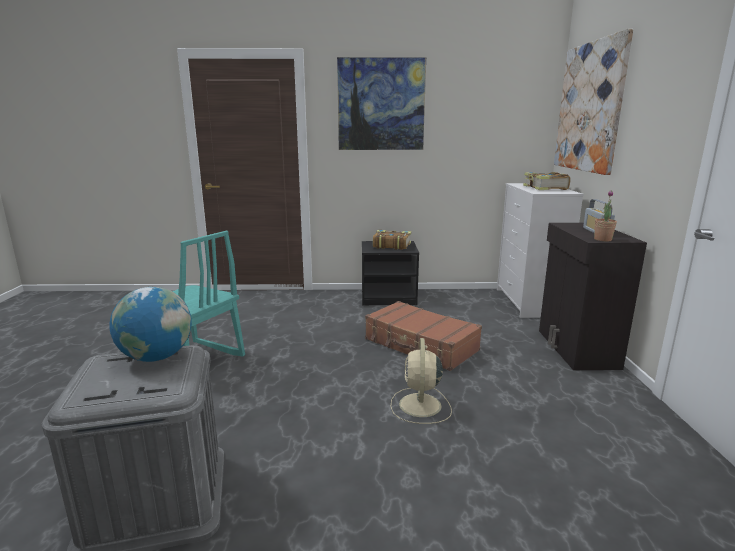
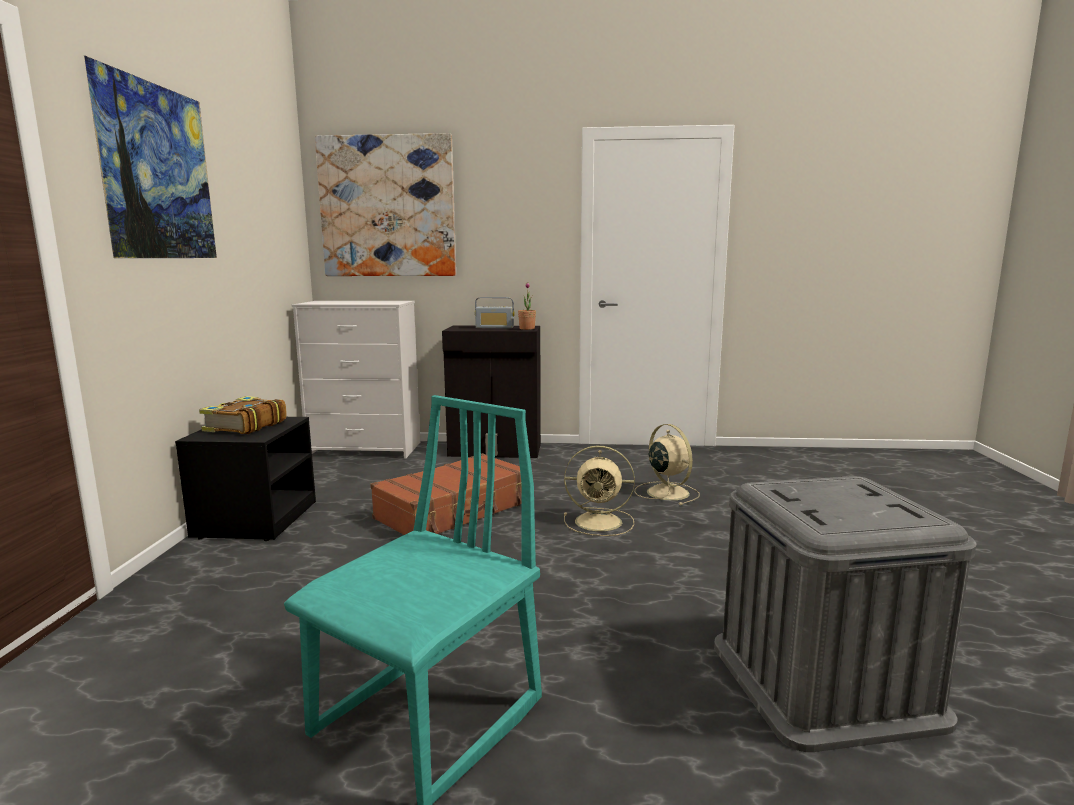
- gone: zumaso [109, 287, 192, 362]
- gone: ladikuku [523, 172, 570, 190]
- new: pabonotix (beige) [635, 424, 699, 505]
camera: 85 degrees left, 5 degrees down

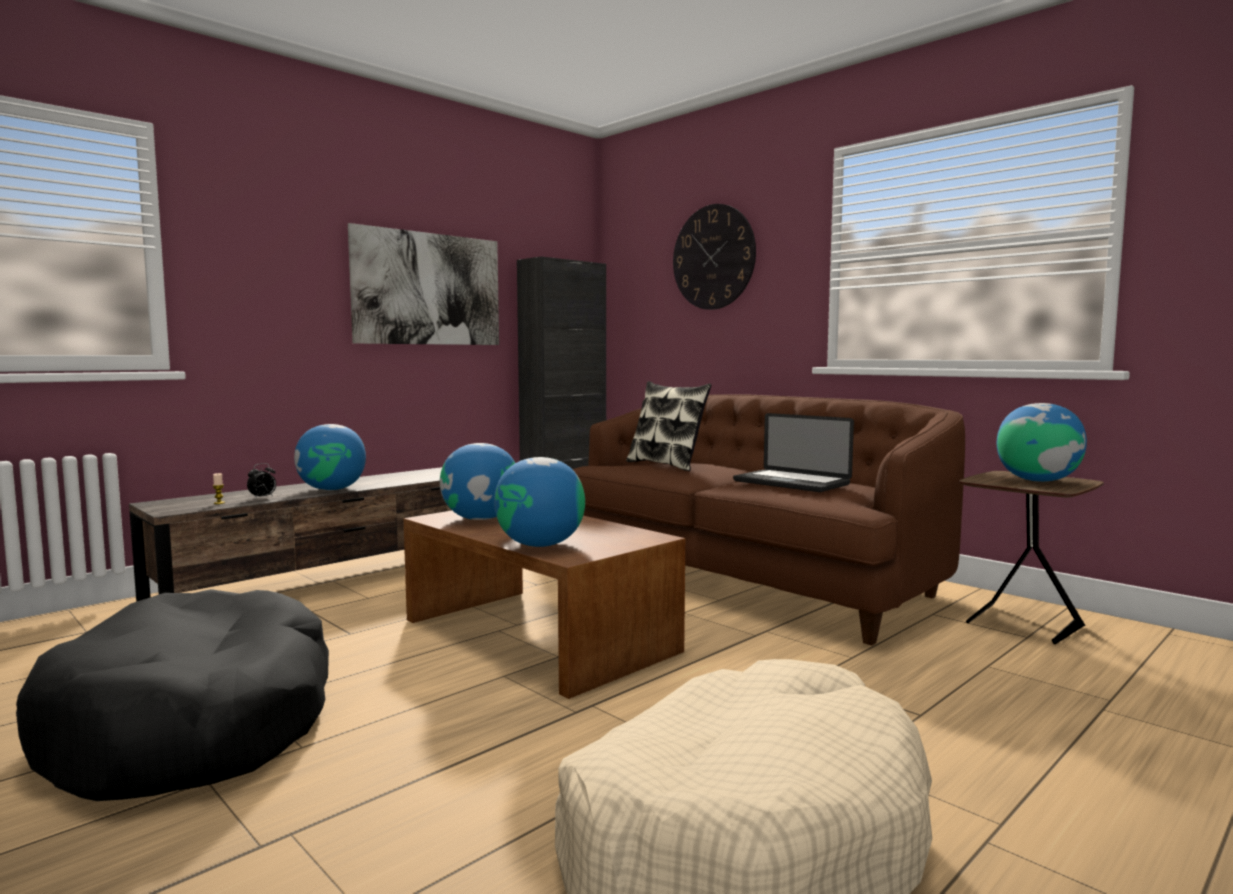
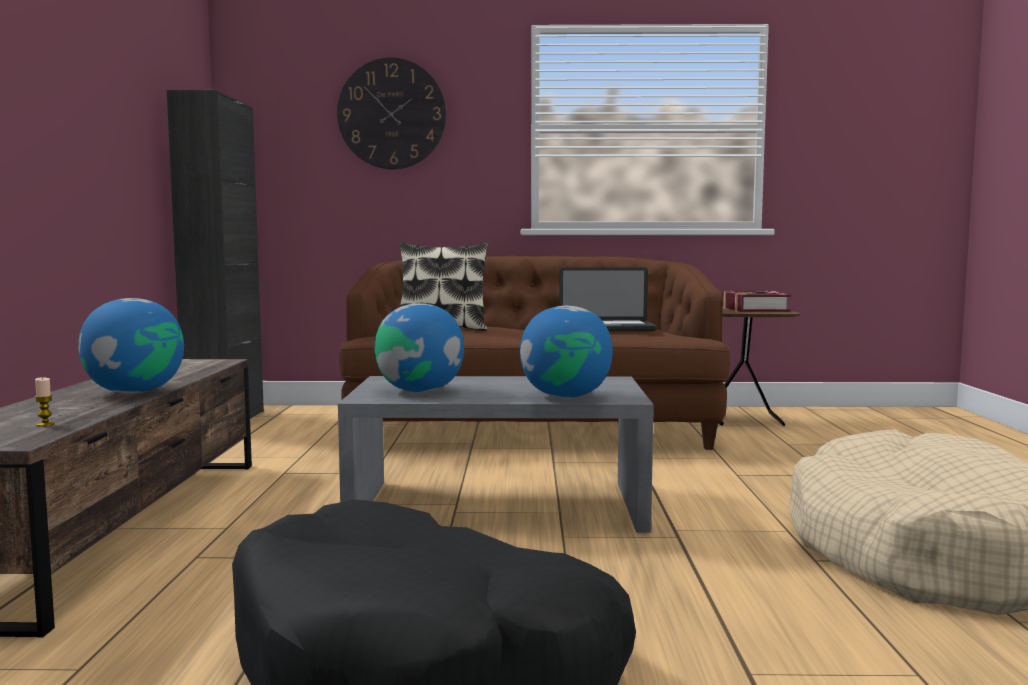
- gone: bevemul [247, 463, 276, 499]
- gone: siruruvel [348, 223, 499, 345]
- swapped: zumaso [997, 403, 1087, 482] to ladikuku [722, 290, 791, 312]
- repainted: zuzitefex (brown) [403, 511, 685, 699] to zuzitefex (grey) [338, 376, 654, 532]
camera: 45 degrees left, 0 degrees up

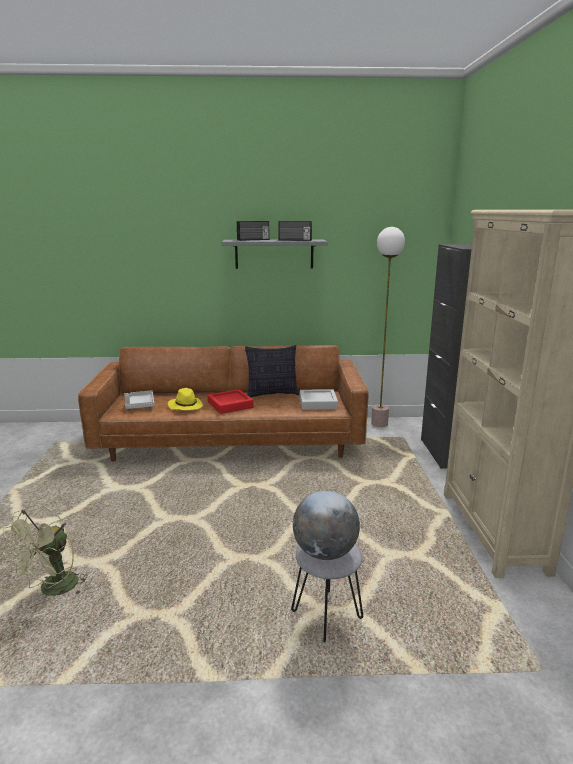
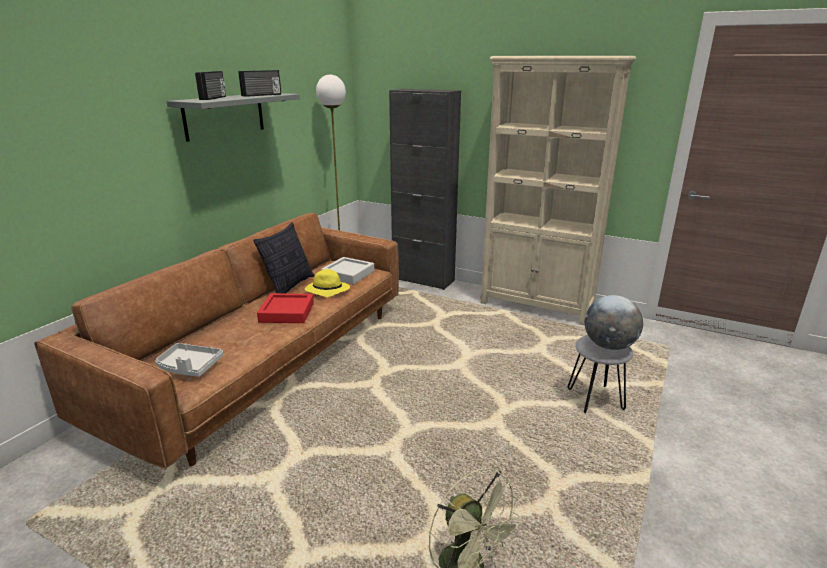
- shifted: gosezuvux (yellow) [168, 388, 203, 410] to [305, 269, 350, 297]
camera: 60 degrees left, 5 degrees up

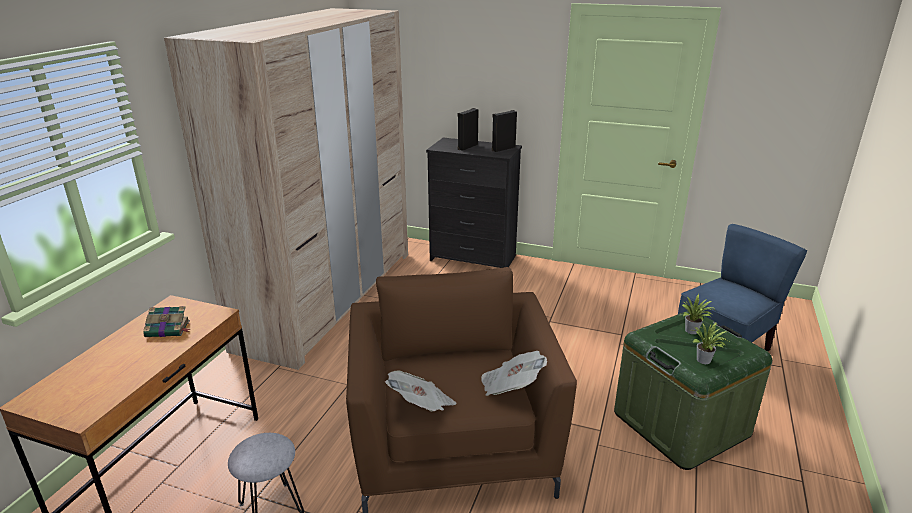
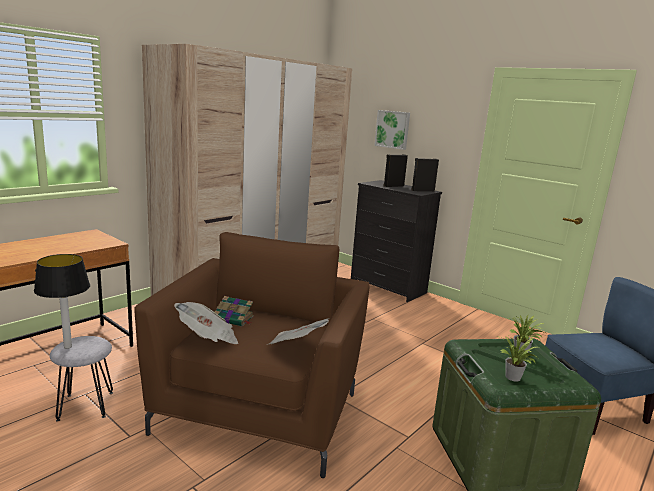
- new: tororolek [34, 254, 90, 349]
- new: siruruvel [374, 110, 410, 150]
- shifted: ladikuku [143, 306, 190, 337] to [215, 296, 254, 327]
camera: 20 degrees right, 10 degrees down

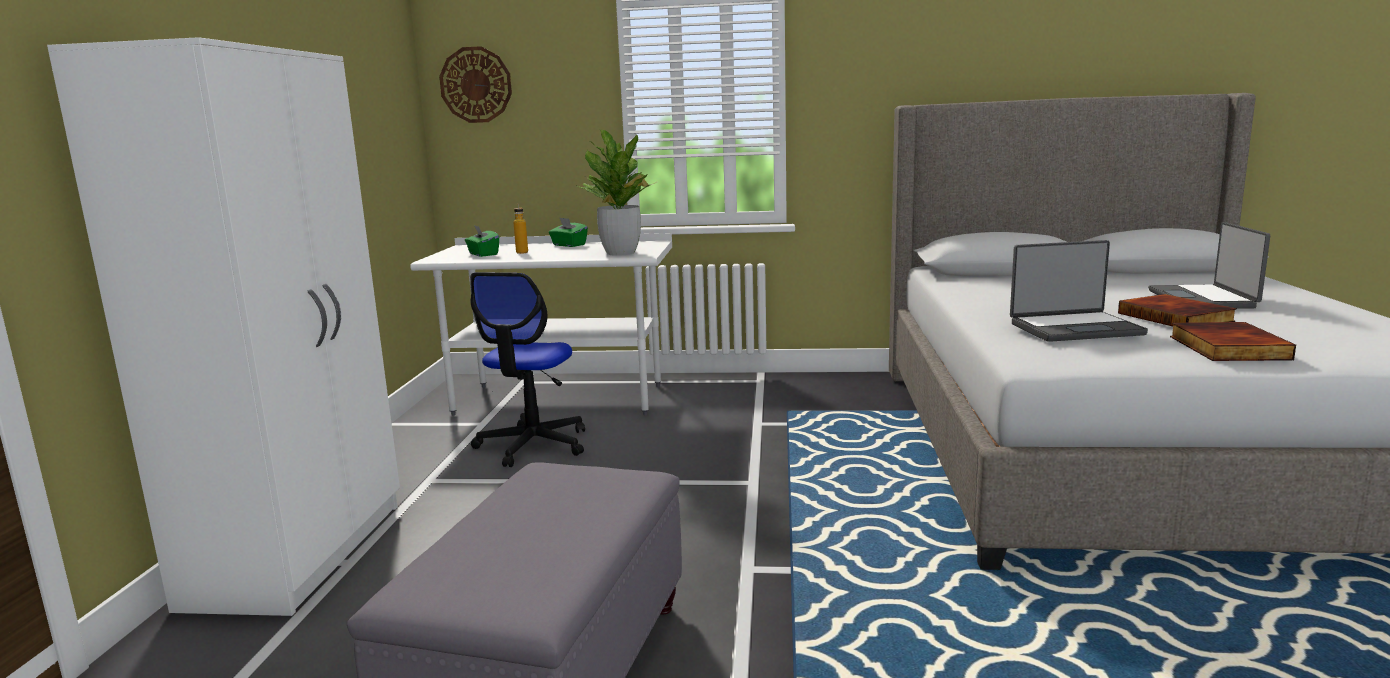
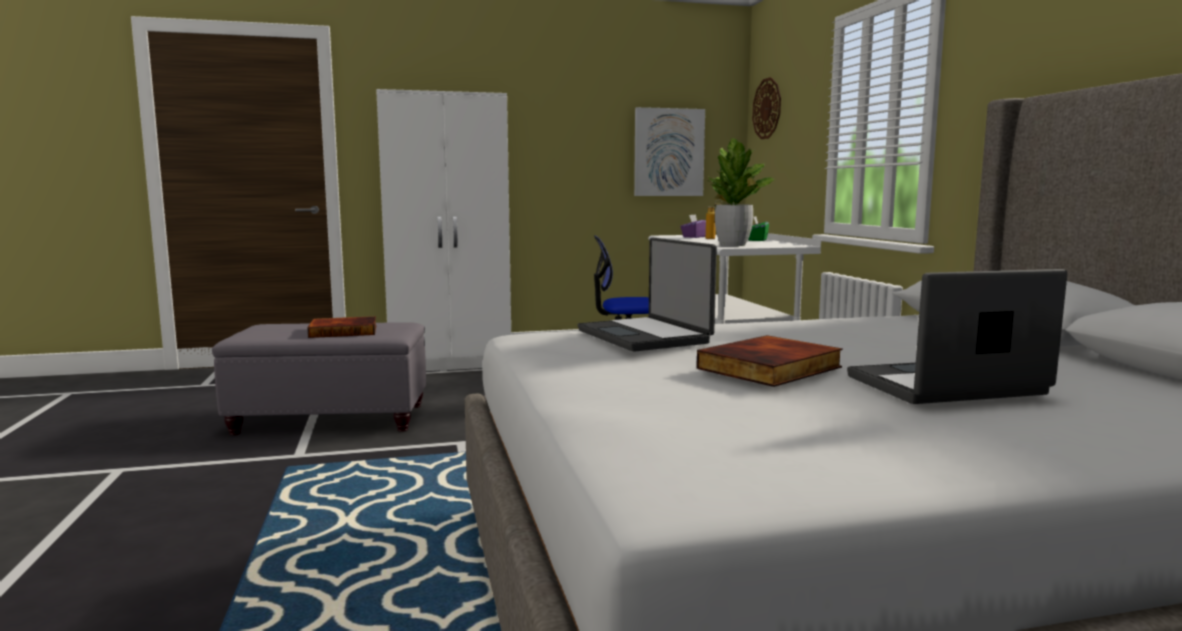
- new: siruruvel [634, 107, 705, 196]
- shifted: ladikuku [1170, 322, 1296, 361] to [307, 316, 376, 338]
- repainted: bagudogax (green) [465, 225, 499, 257] to bagudogax (purple) [680, 214, 706, 238]
camera: 70 degrees right, 5 degrees down

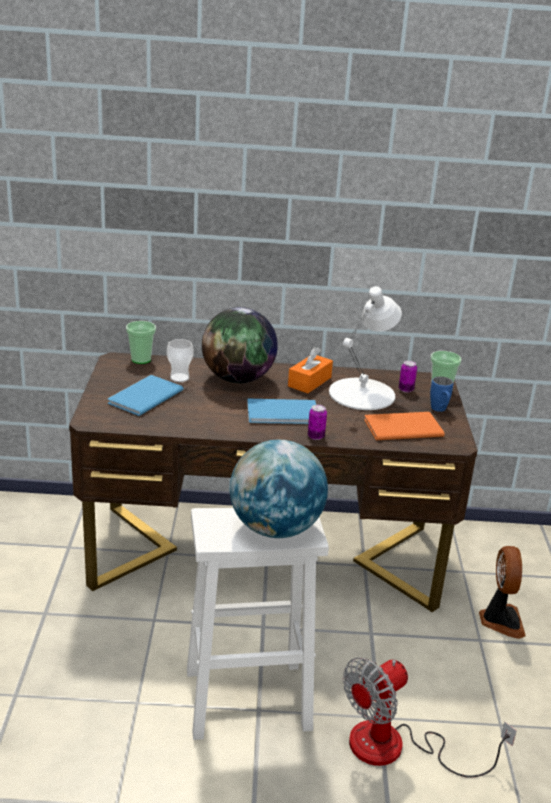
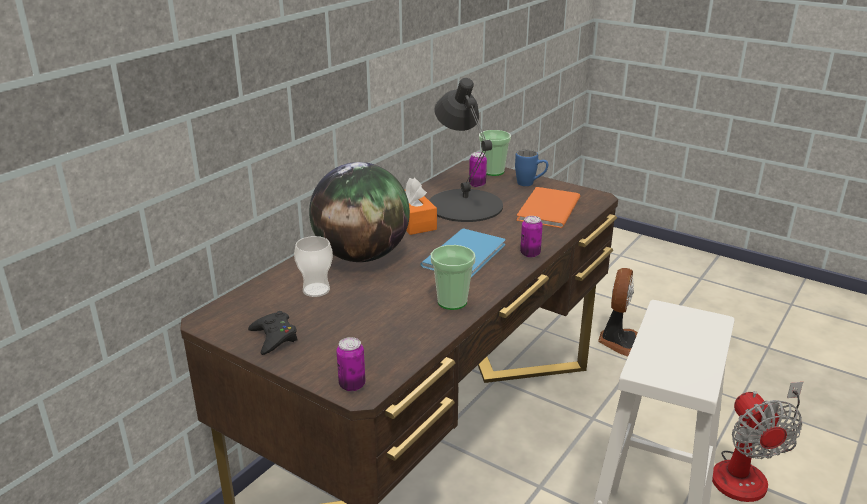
- gone: ladikuku (blue) [108, 375, 184, 416]
- gone: zumaso [230, 440, 328, 538]
- new: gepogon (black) [248, 311, 298, 355]
- new: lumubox [336, 337, 366, 391]
- shifted: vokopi [126, 321, 156, 364] to [431, 245, 475, 310]
- repainted: tororolek (white) [329, 286, 402, 410] to tororolek (black) [429, 78, 503, 222]
- rotated: pabonotix [479, 546, 526, 639] = [598, 268, 638, 356] 75 degrees clockwise
camera: 55 degrees left, 0 degrees up

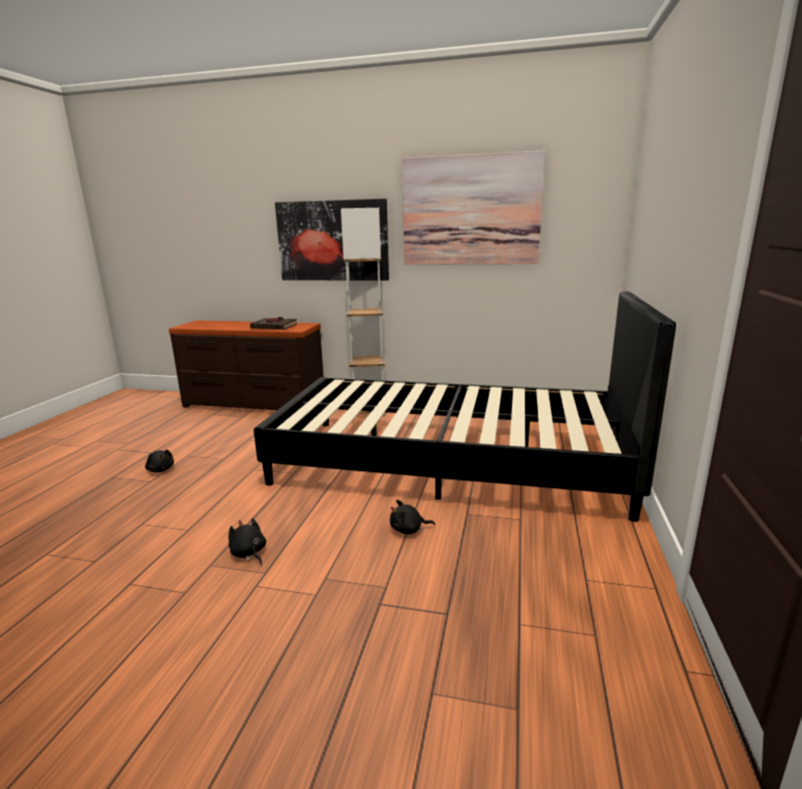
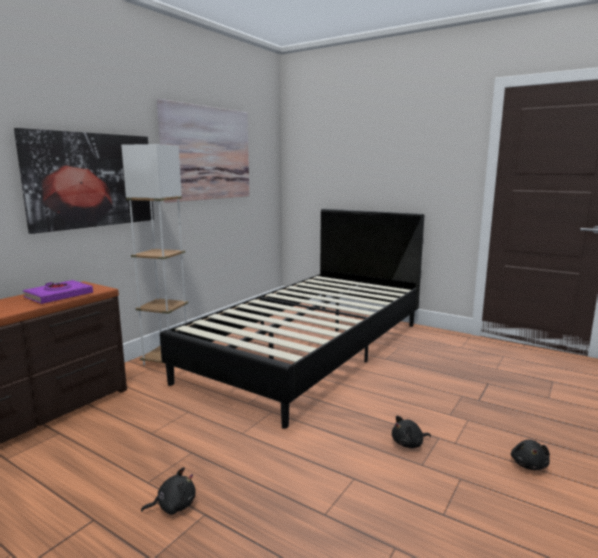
- shifted: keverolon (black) [390, 500, 435, 534] to [511, 439, 550, 470]
- repainted: ladikuku (black) [250, 317, 297, 330] to ladikuku (purple) [23, 280, 93, 304]
camera: 70 degrees left, 5 degrees down

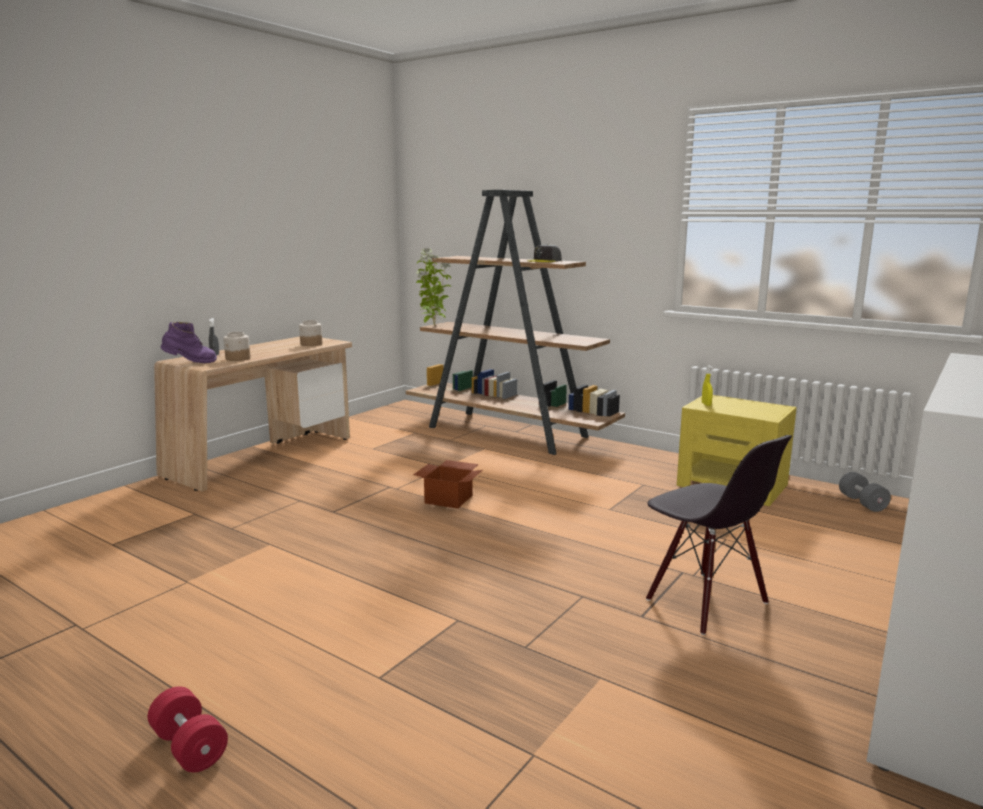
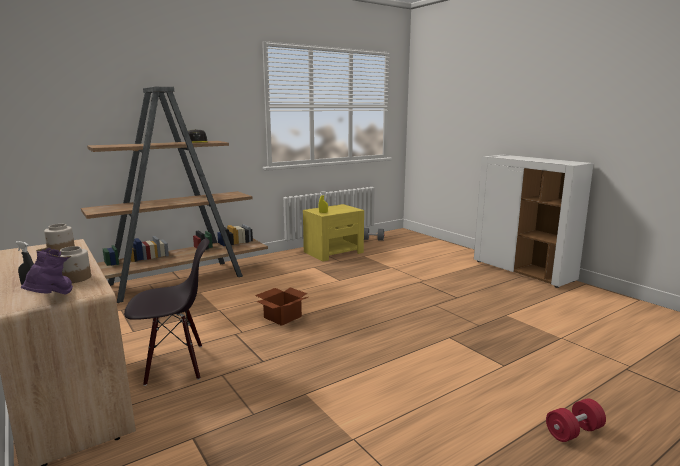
- gone: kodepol [416, 248, 452, 326]
- shifted: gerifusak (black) [646, 435, 792, 635] to [124, 239, 210, 386]
camera: 70 degrees left, 0 degrees up

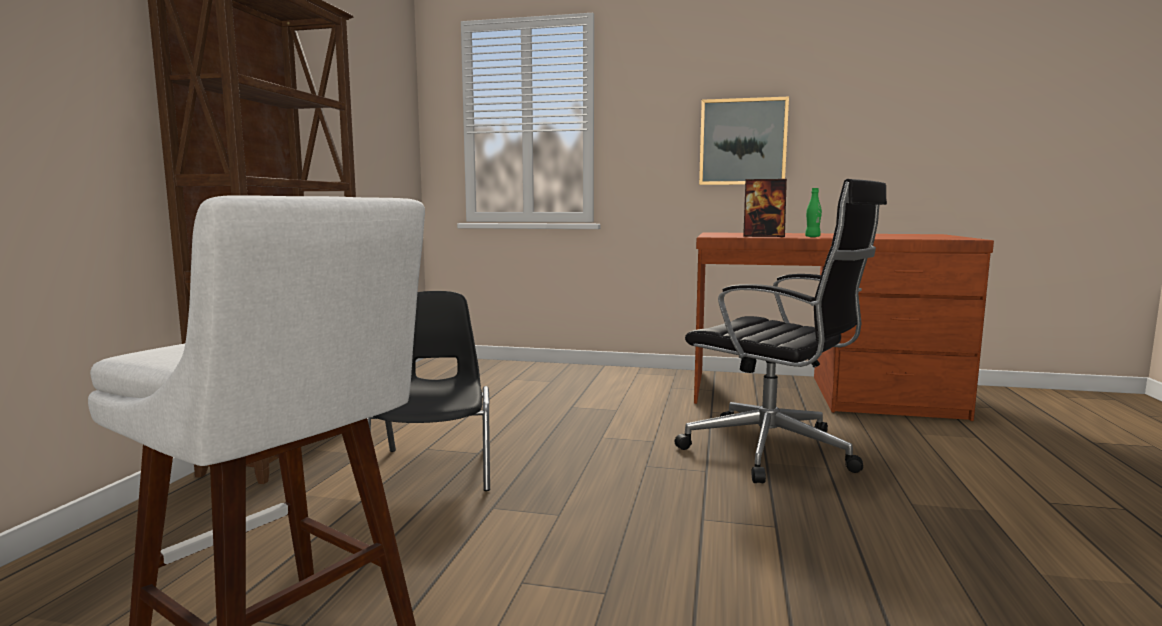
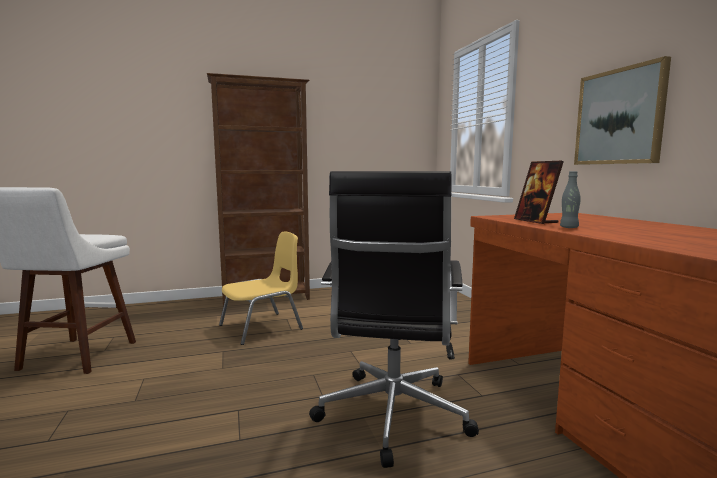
- repainted: gerifusak (black) [367, 291, 490, 491] to gerifusak (yellow) [219, 231, 303, 345]
- repainted: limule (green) [805, 188, 822, 237] to limule (grey) [560, 171, 581, 228]
camera: 60 degrees right, 0 degrees up

